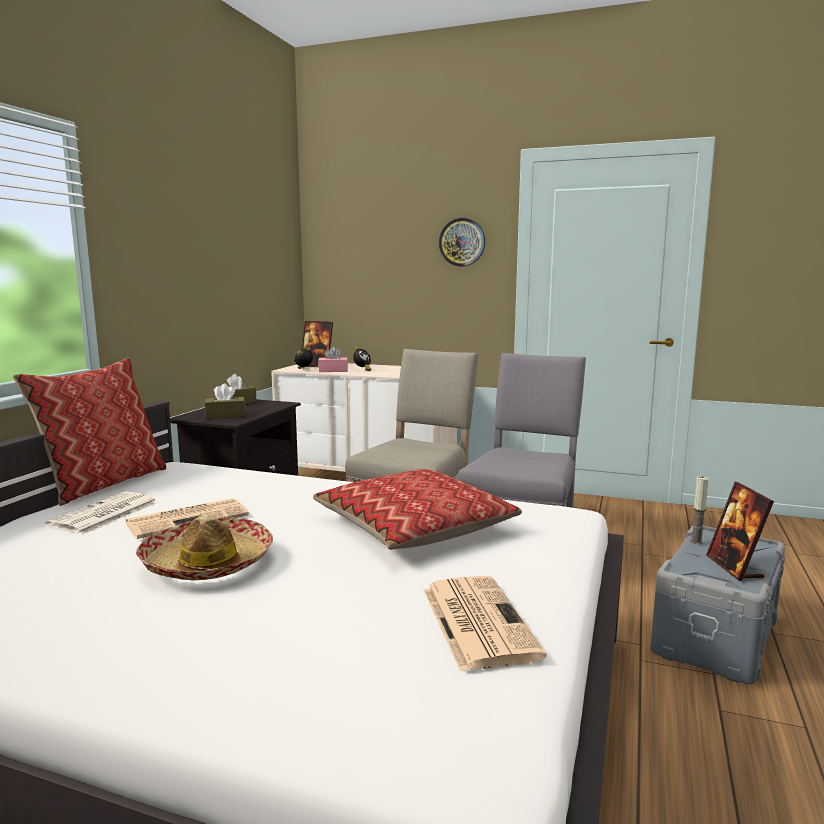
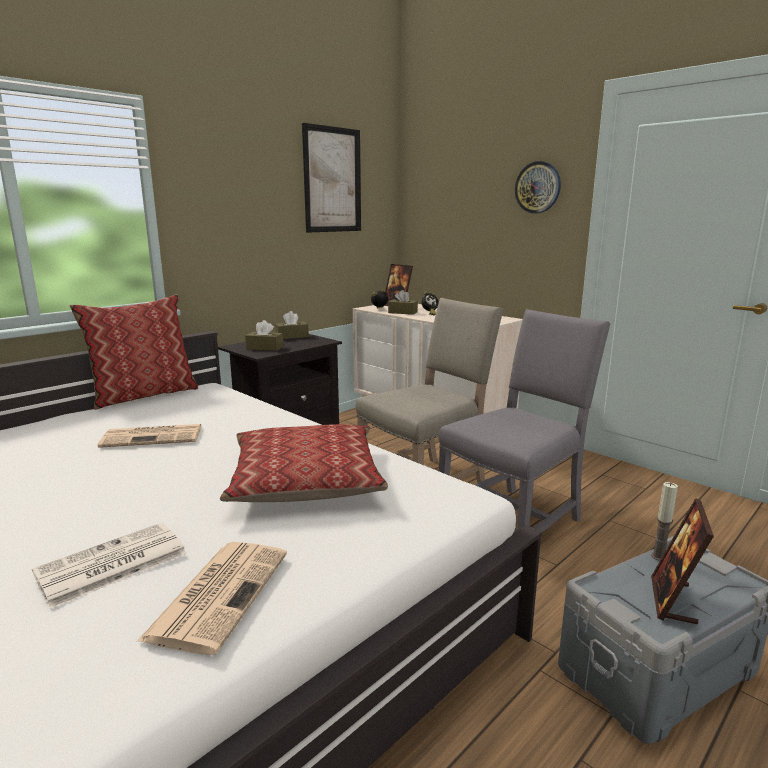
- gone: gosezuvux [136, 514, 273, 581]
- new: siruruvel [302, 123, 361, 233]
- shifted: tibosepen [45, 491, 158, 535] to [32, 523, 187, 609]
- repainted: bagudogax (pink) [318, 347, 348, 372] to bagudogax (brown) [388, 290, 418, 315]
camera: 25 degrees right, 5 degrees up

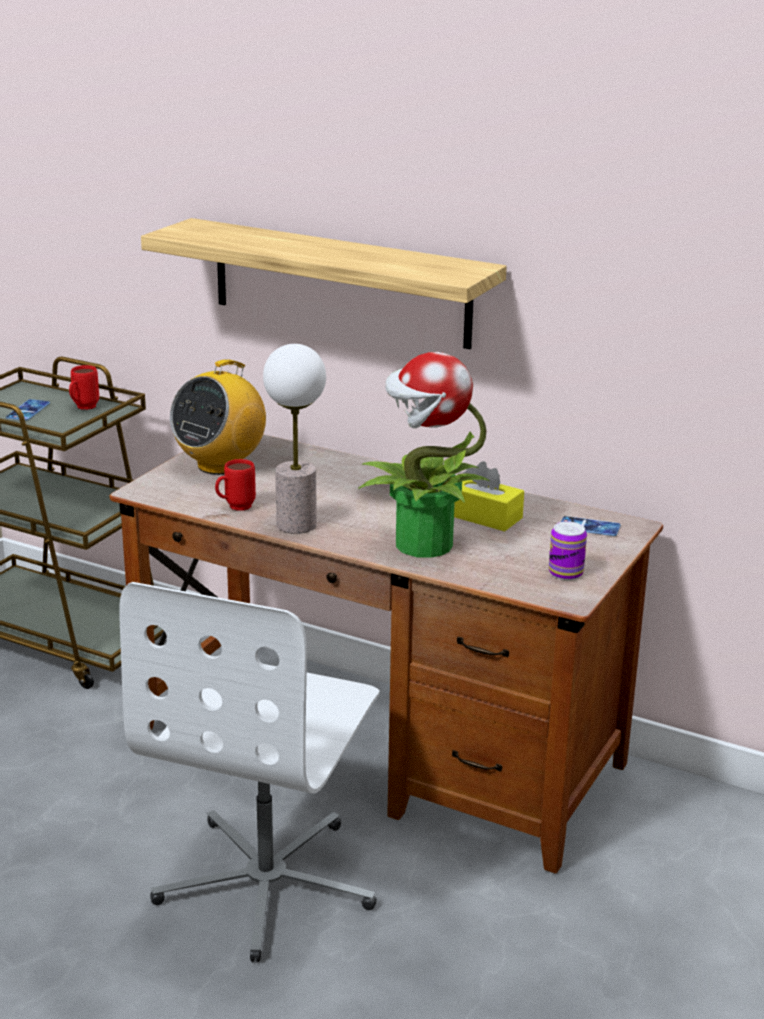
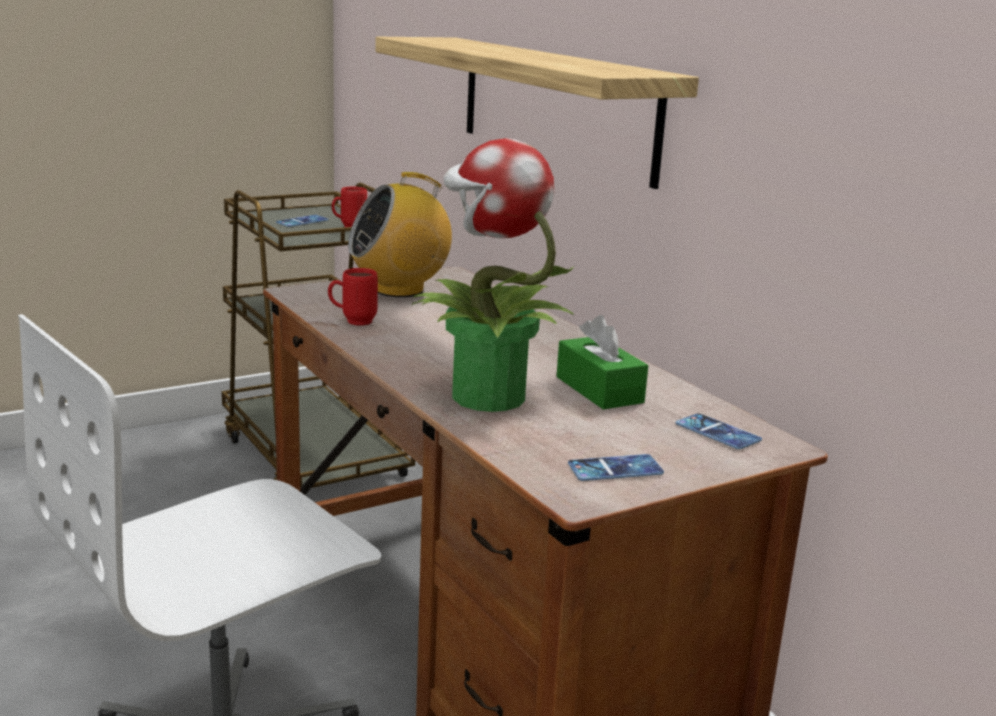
- gone: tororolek [263, 344, 326, 534]
- swapped: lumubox [549, 521, 587, 580] to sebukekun [568, 454, 664, 481]
- repainted: bagudogax (yellow) [454, 461, 524, 531] to bagudogax (green) [556, 315, 648, 409]
camera: 30 degrees right, 5 degrees down

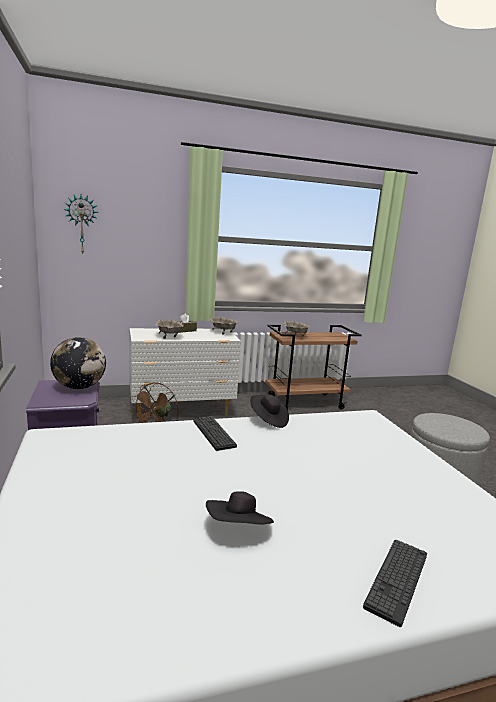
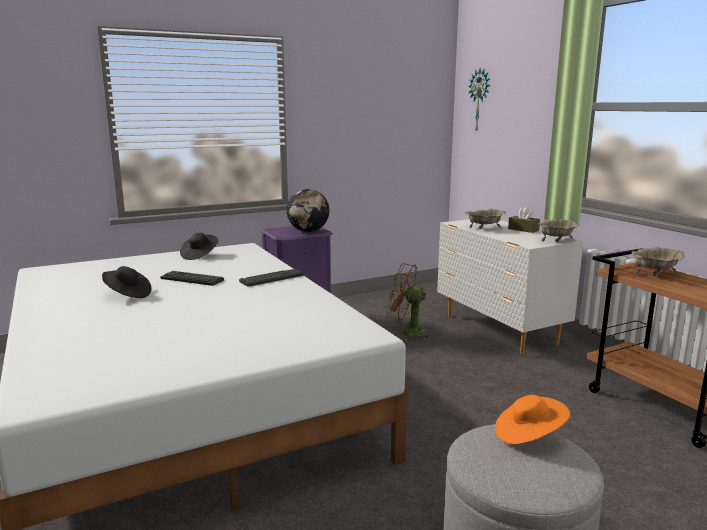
- new: gosezuvux (orange) [495, 395, 570, 444]
- shifted: gosezuvux (black) [251, 394, 289, 428] to [180, 233, 218, 260]
- shifted: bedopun [363, 540, 427, 627] to [160, 271, 224, 286]
camera: 80 degrees right, 0 degrees up

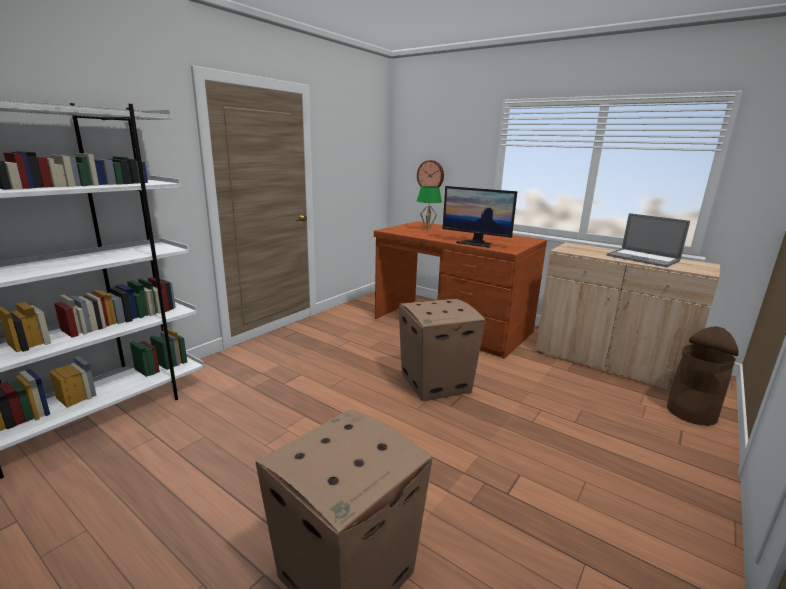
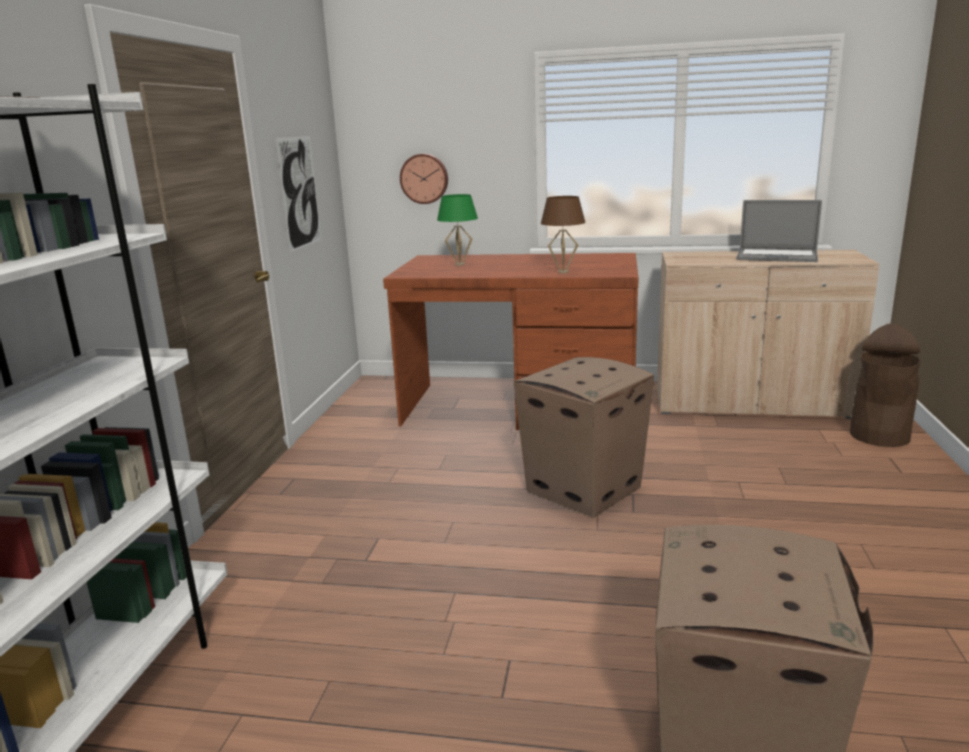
- new: siruruvel [276, 136, 321, 252]
- swapped: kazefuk [443, 186, 517, 248] to tororolek (brown) [541, 196, 585, 273]
camera: 25 degrees left, 0 degrees up

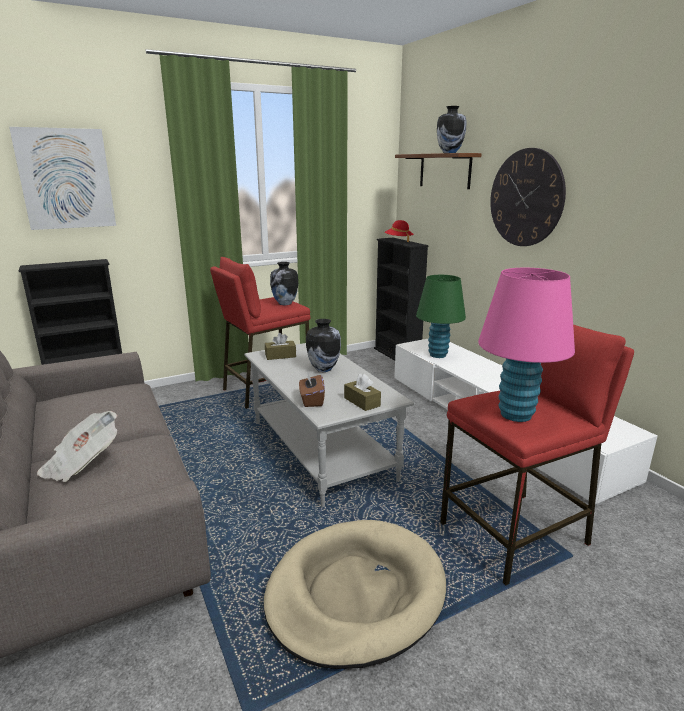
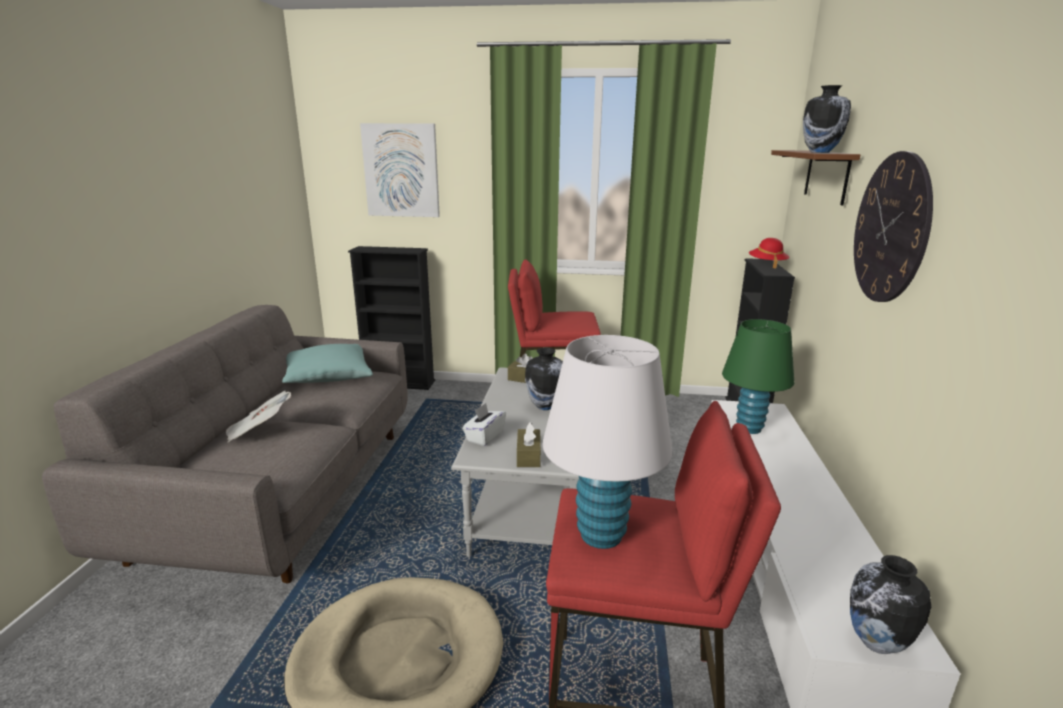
- new: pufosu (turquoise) [282, 344, 373, 383]
- shifted: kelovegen [270, 262, 298, 305] to [850, 555, 931, 654]
- repainted: bagudogax (brown) [299, 373, 325, 407] to bagudogax (white) [462, 403, 506, 446]
- repainted: tororolek (pink) [478, 268, 575, 422] to tororolek (white) [542, 335, 672, 549]
camera: 35 degrees right, 0 degrees up

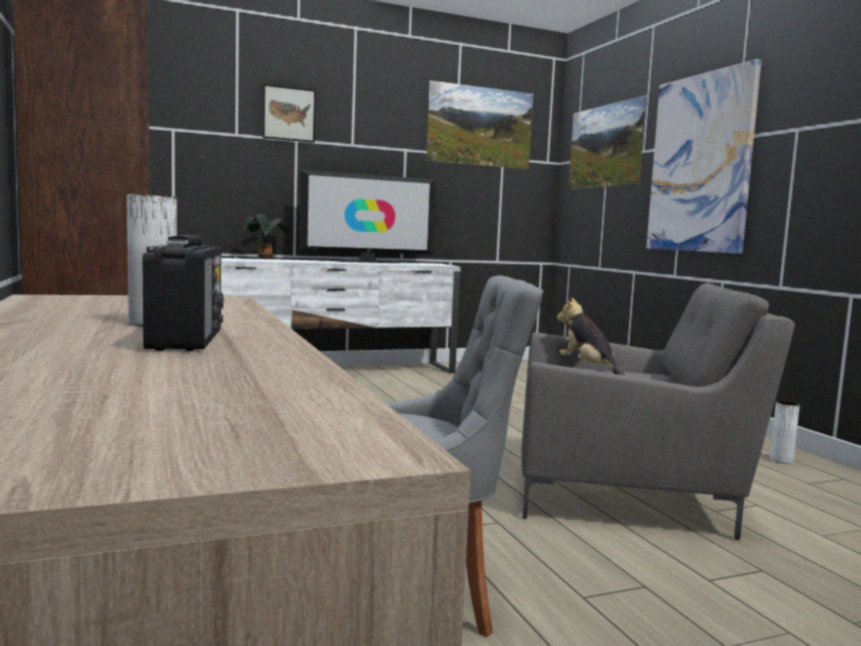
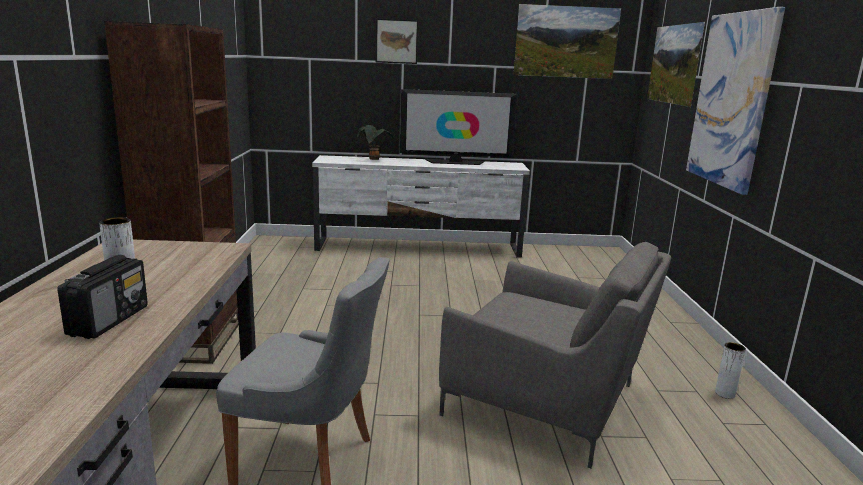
- gone: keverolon [557, 298, 625, 375]
camera: 20 degrees right, 10 degrees up

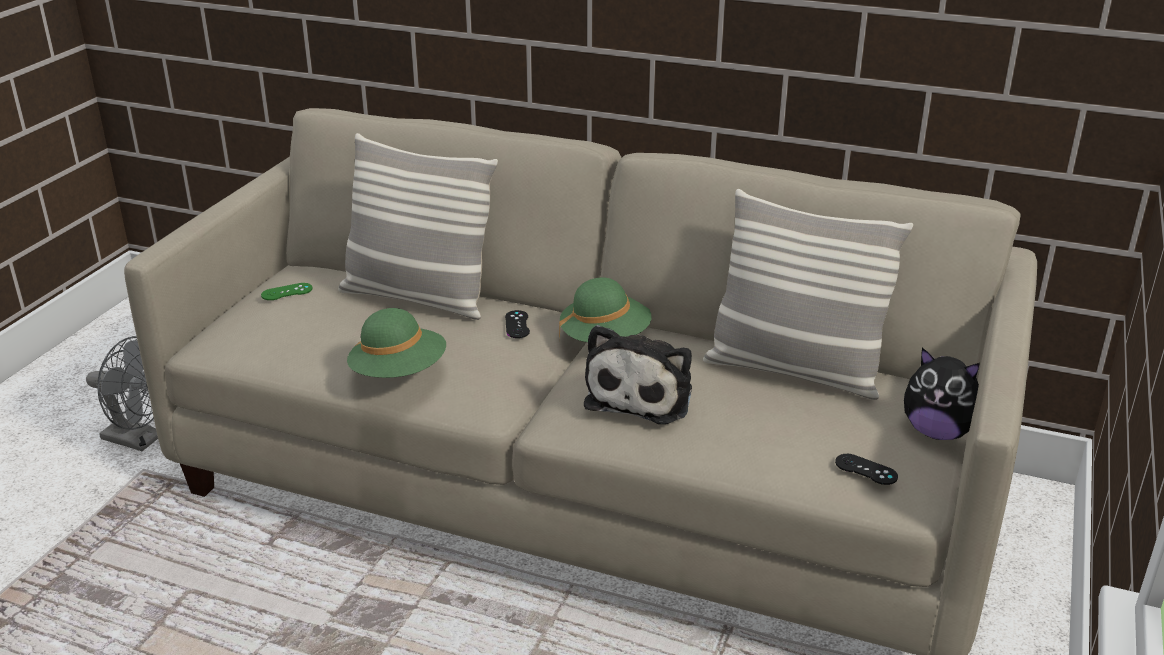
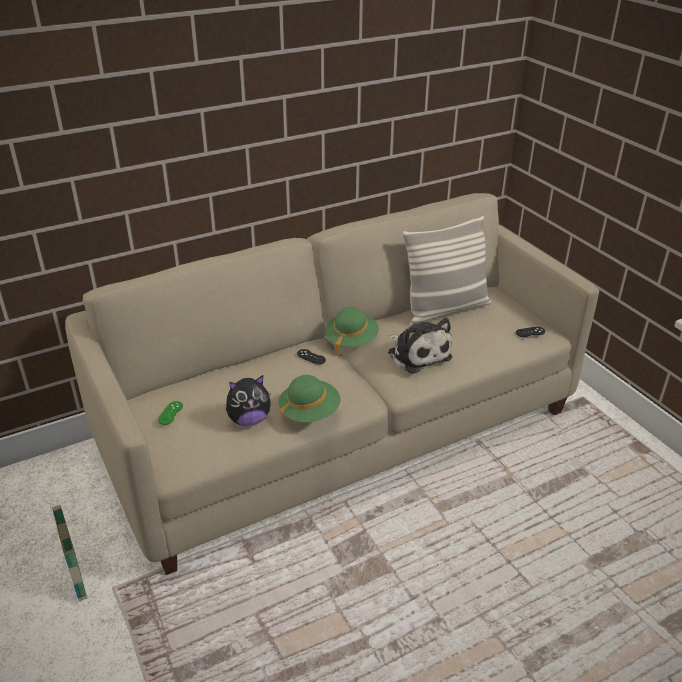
- gone: pufosu [338, 133, 498, 320]
- shifted: keverolon [904, 348, 980, 440] to [226, 375, 271, 426]
- swapped: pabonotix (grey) [86, 336, 158, 451] to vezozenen [50, 505, 87, 601]
camera: 50 degrees left, 5 degrees up

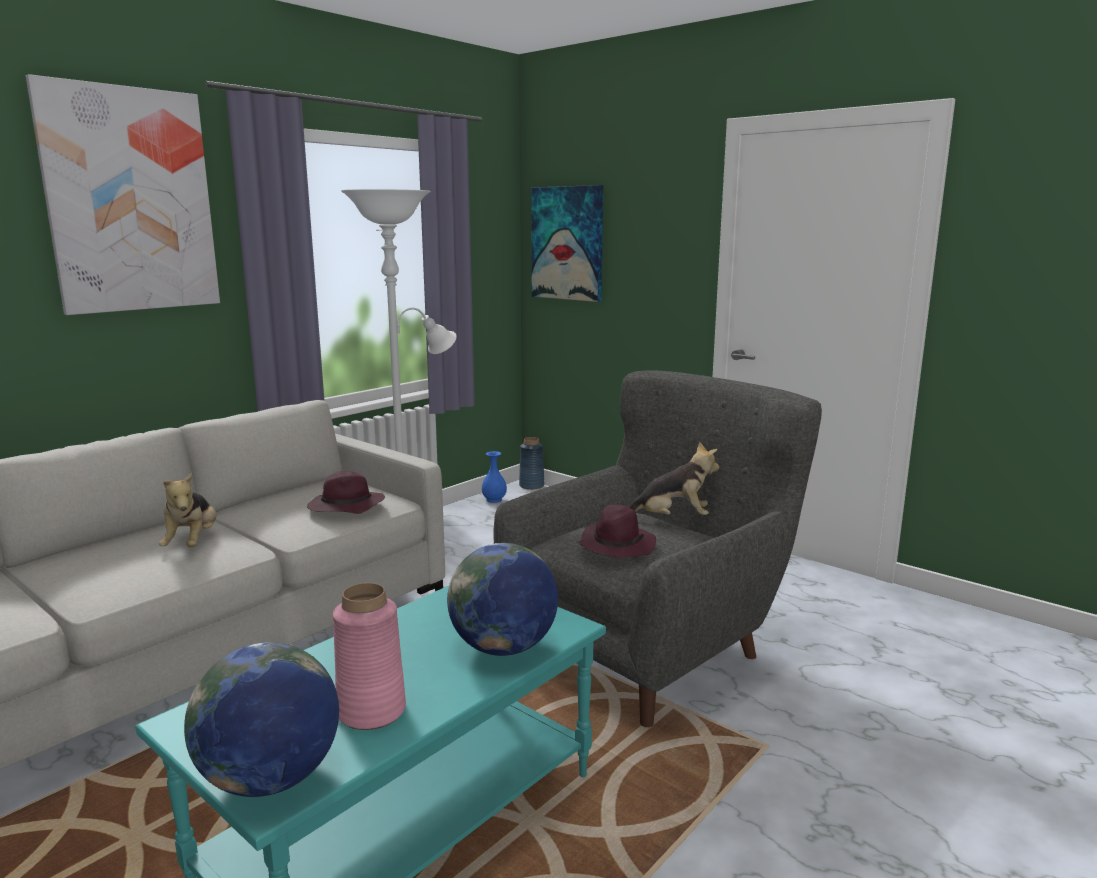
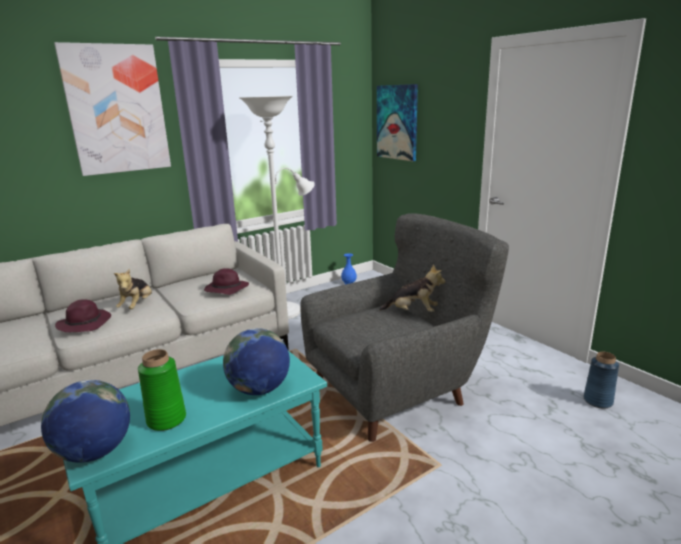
- shifted: kelovegen (blue) [519, 437, 544, 490] to [583, 352, 619, 409]
- shifted: gosezuvux (purple) [579, 505, 656, 558] to [55, 299, 111, 332]
- repainted: kelovegen (pink) [333, 583, 406, 730] to kelovegen (green) [138, 349, 186, 431]
camera: 15 degrees right, 5 degrees up

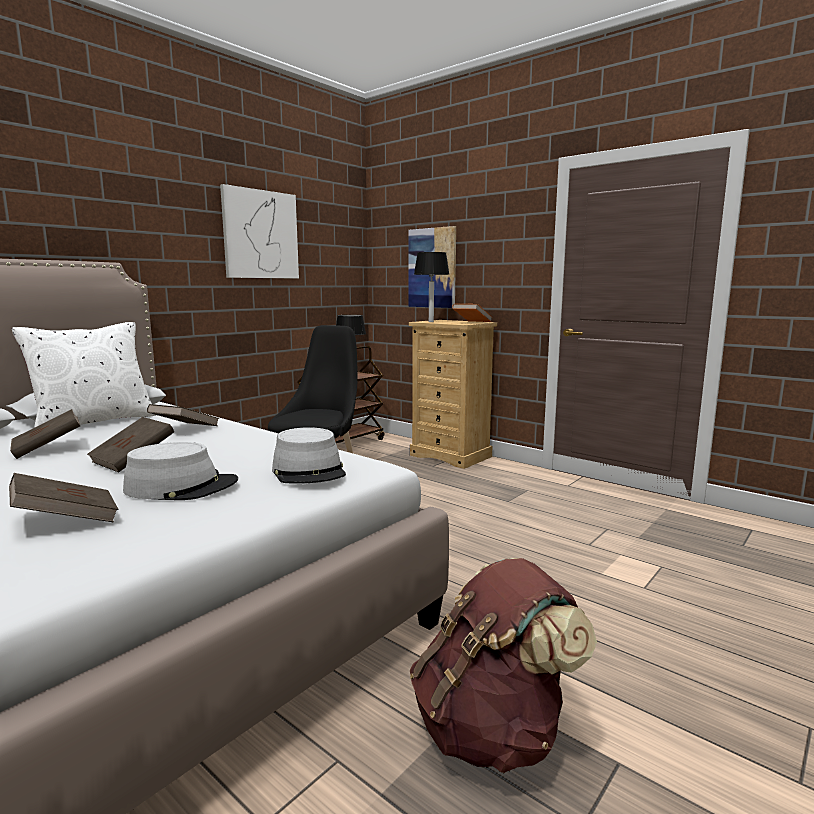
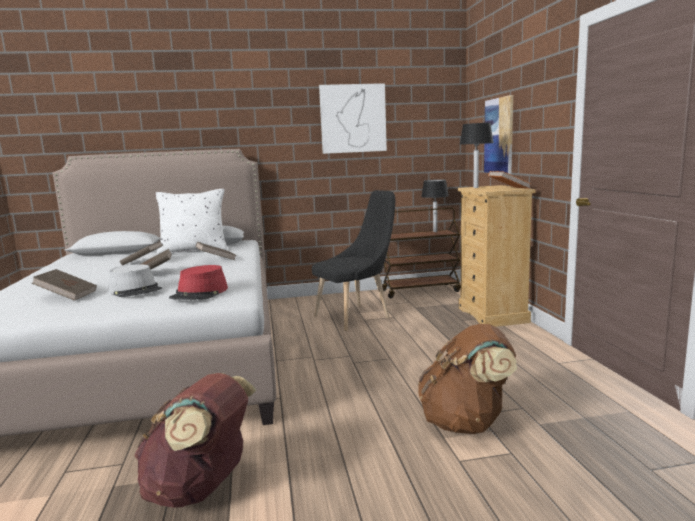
- new: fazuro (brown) [418, 324, 517, 434]
- repainted: gosezuvux (grey) [272, 427, 346, 484] to gosezuvux (red) [169, 265, 228, 300]
camera: 40 degrees right, 0 degrees up

